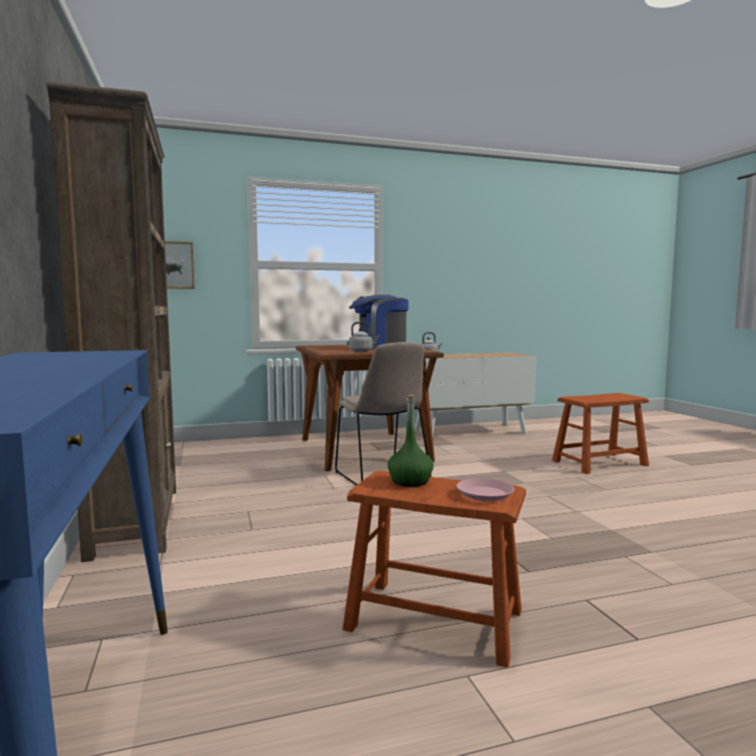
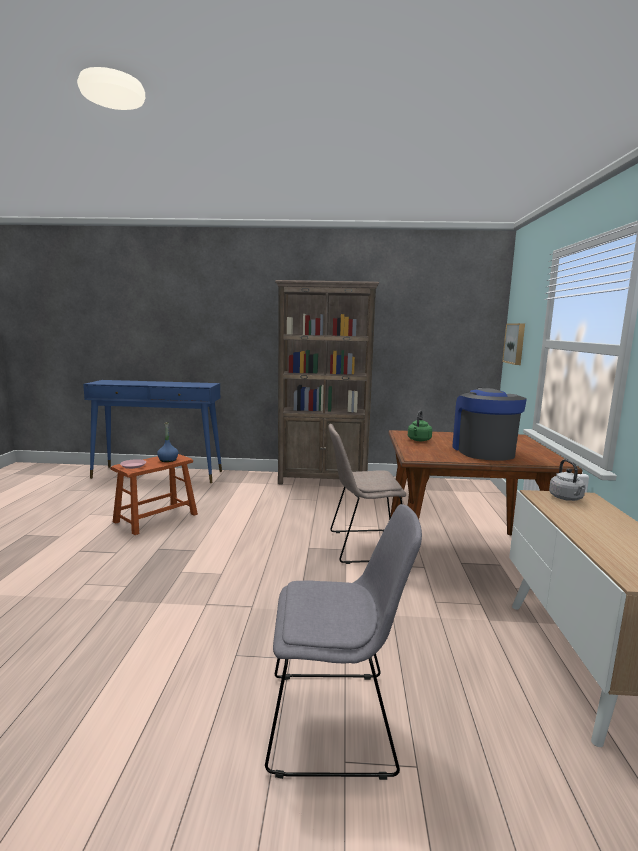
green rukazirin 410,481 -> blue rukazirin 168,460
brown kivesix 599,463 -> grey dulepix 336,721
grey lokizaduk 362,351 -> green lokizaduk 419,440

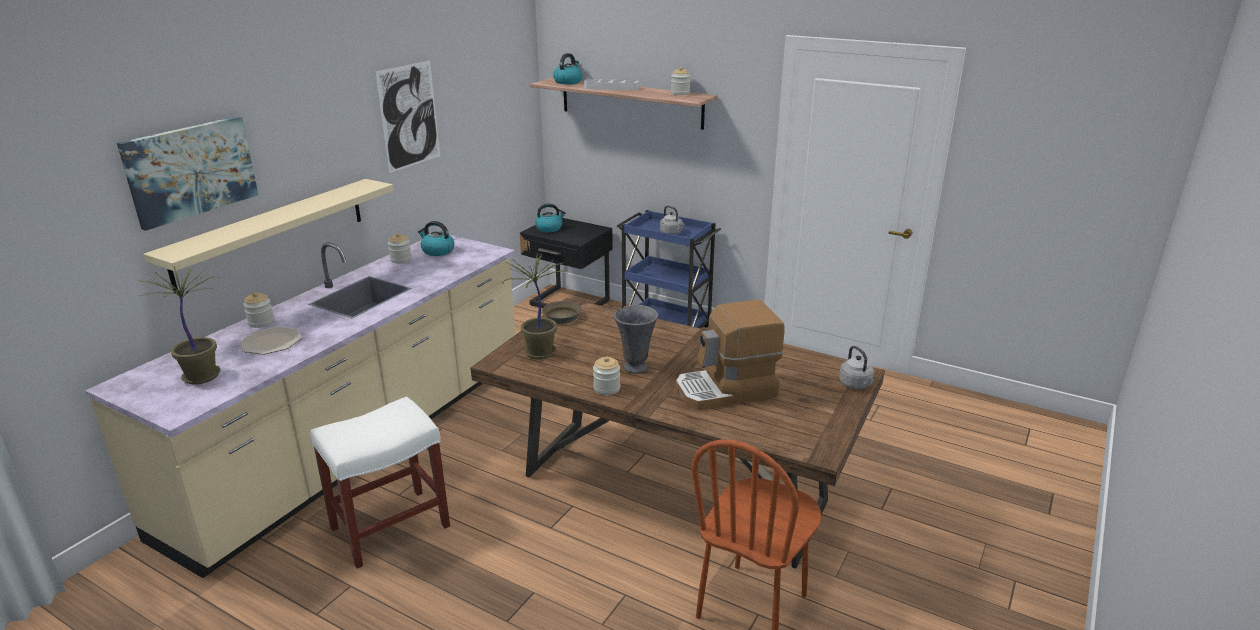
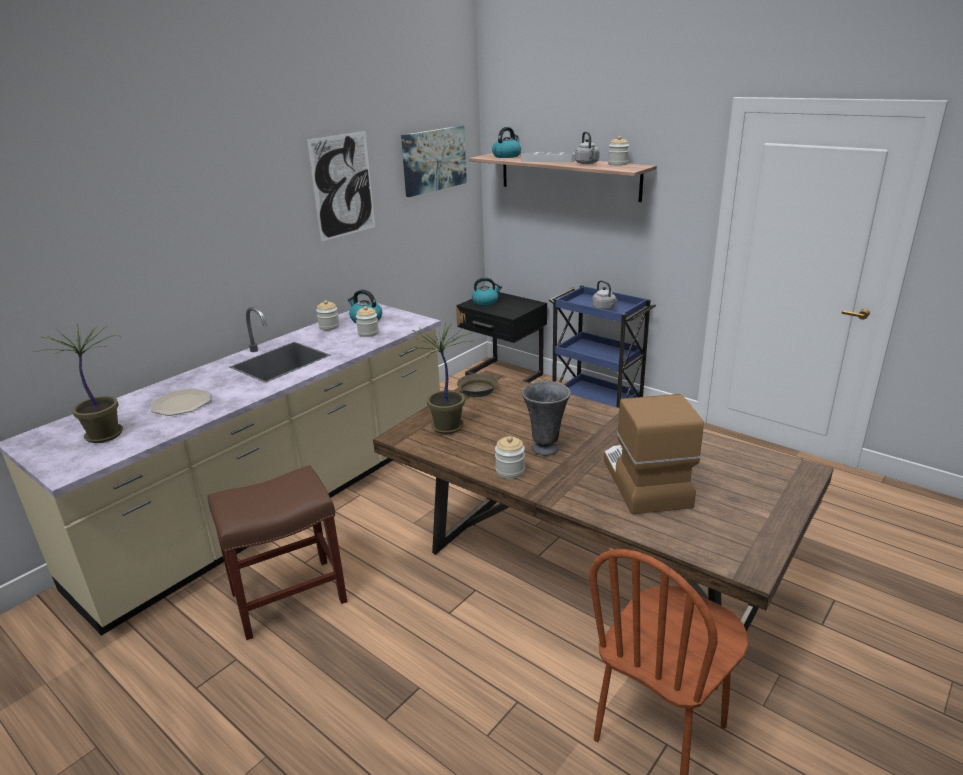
white kivesix 391,526 -> brown kivesix 290,596
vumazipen 261,322 -> vumazipen 368,333, shifted
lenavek 191,170 -> lenavek 433,160, shifted
grey lokizaduk 856,385 -> grey lokizaduk 587,163, shifted
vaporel 726,391 -> vaporel 643,482, 90 degrees clockwise
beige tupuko 272,232 -> none

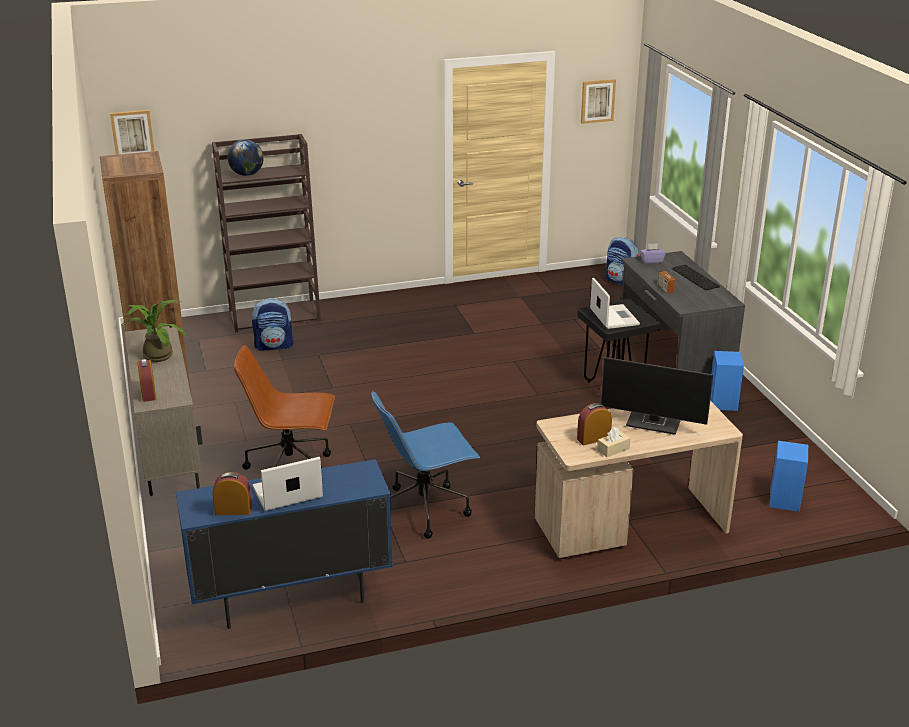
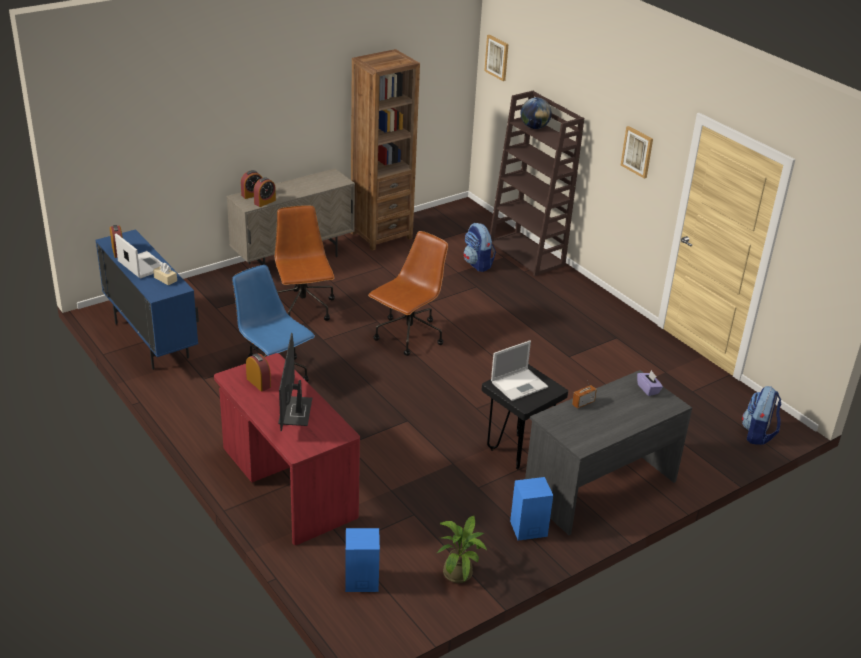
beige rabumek 613,449 -> beige rabumek 165,279, shifted
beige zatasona 630,525 -> red zatasona 286,484
none -> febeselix 265,202
none -> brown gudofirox 408,336
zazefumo 157,354 -> zazefumo 460,571, shifted
lenavek 597,101 -> lenavek 637,151, shifted
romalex 696,277 -> none

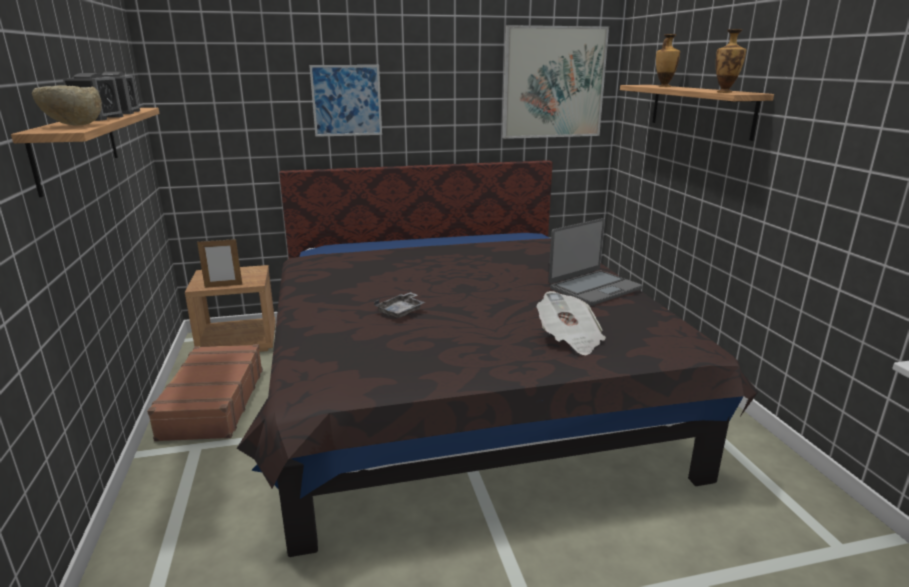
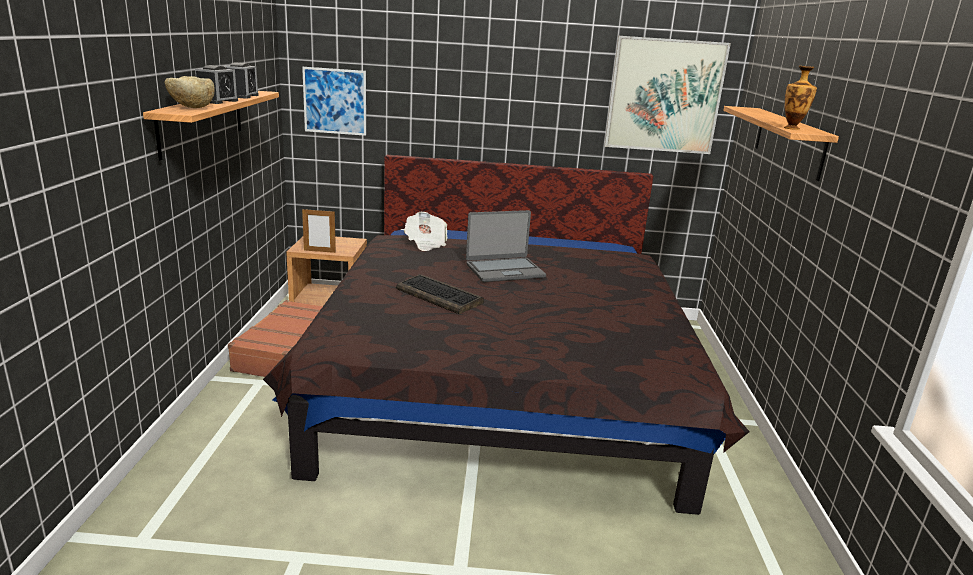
lenavek 346,100 -> lenavek 335,101, shifted
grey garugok 401,311 -> romalex 440,296
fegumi 569,339 -> fegumi 425,243, shifted
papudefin 594,288 -> papudefin 504,270, shifted
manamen 663,86 -> none

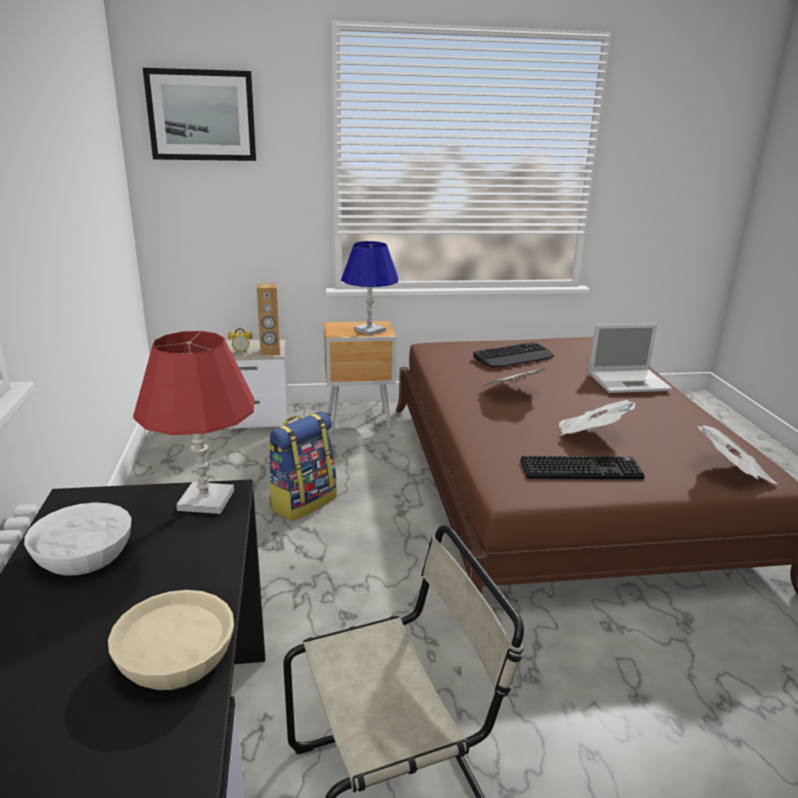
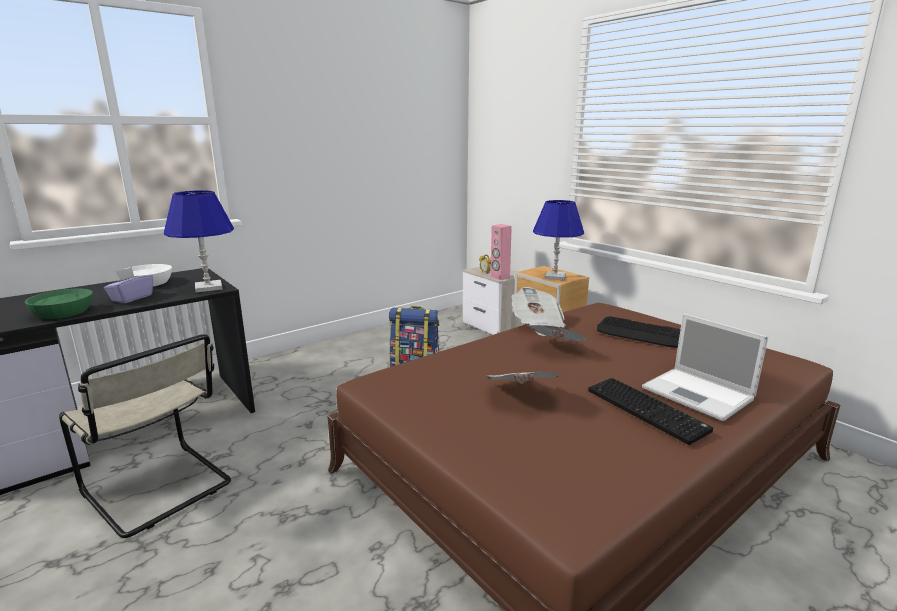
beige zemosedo 177,658 -> green zemosedo 63,313
none -> purple rabumek 131,298
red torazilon 205,500 -> blue torazilon 208,287
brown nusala 270,352 -> pink nusala 499,277
fegumi 732,472 -> fegumi 537,325, shifted
romalex 581,469 -> romalex 648,410, shifted
lenavek 201,115 -> none

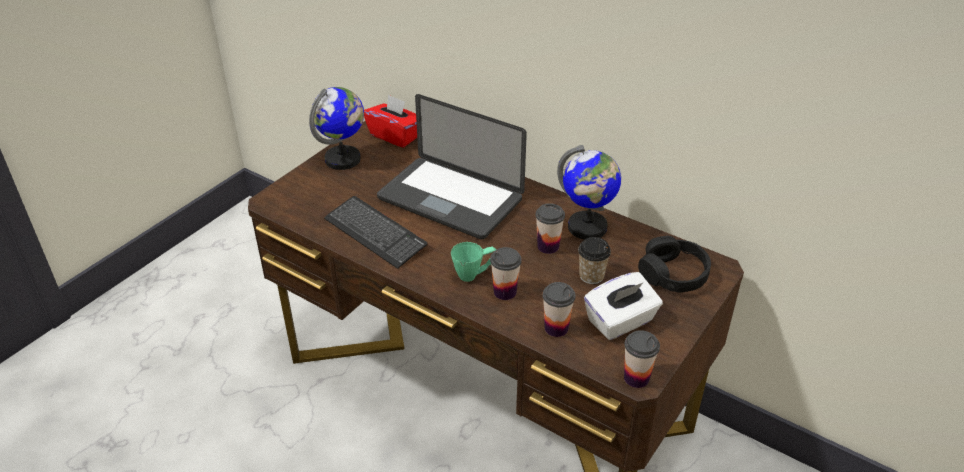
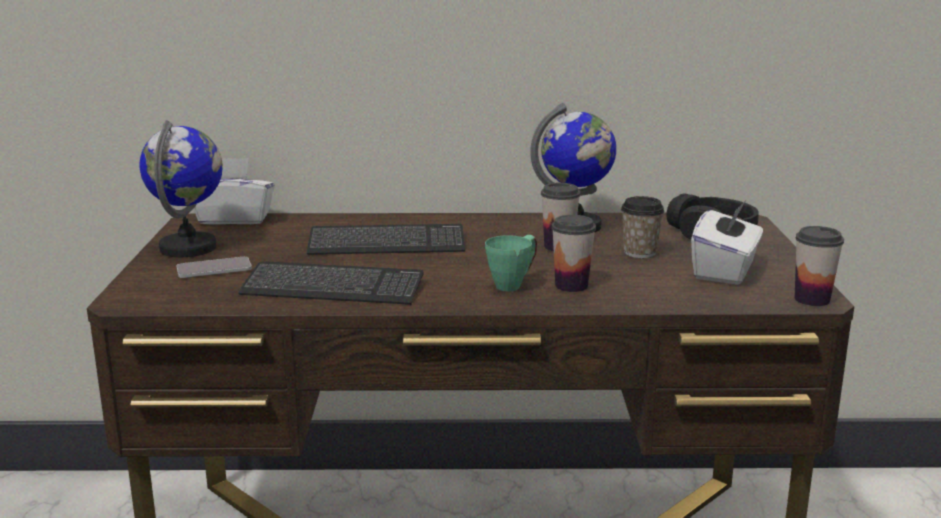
none -> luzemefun 214,269
red rabumek 395,136 -> white rabumek 234,219
papudefin 450,199 -> romalex 386,244
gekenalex 556,328 -> none

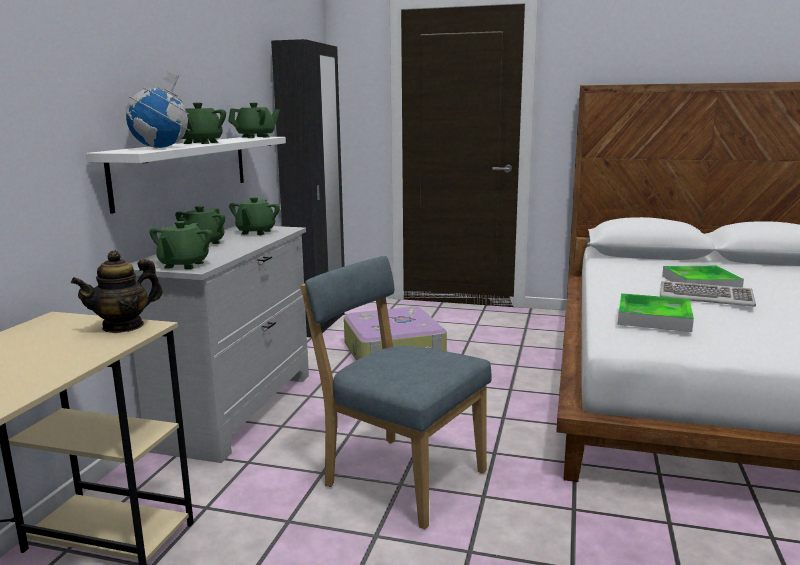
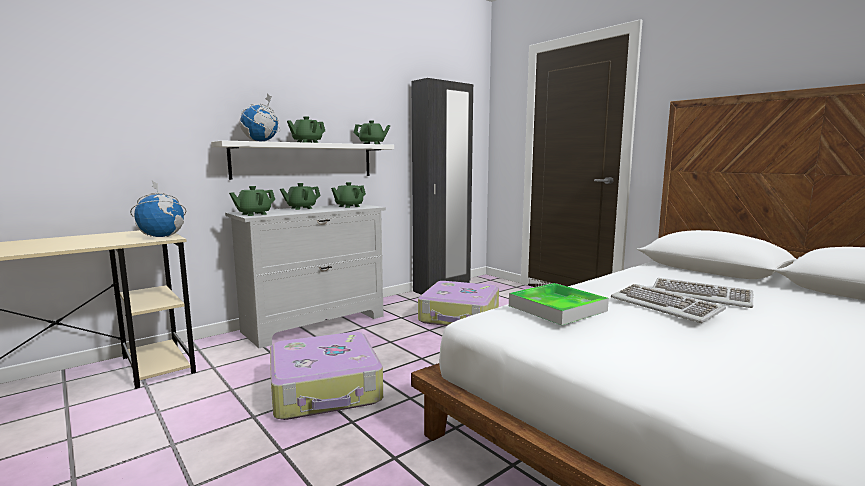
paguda 123,326 -> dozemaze 162,236
blue dulepix 399,477 -> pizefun 326,389
garugok 700,282 -> romalex 700,296

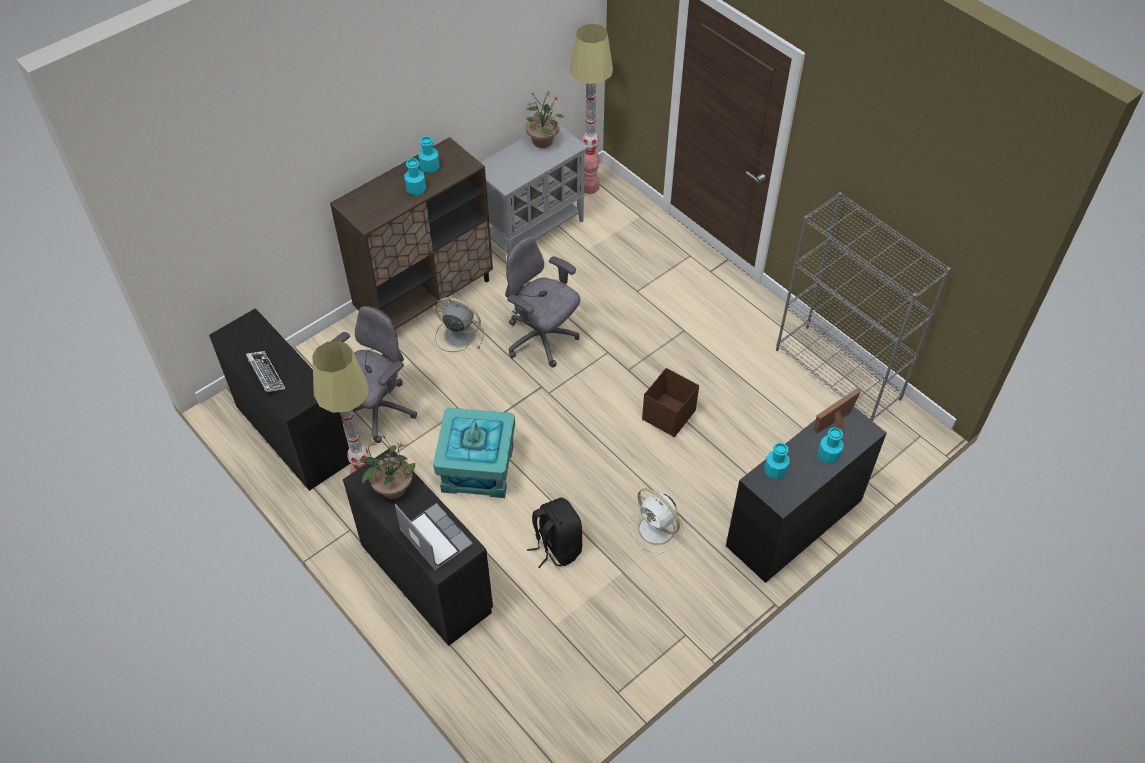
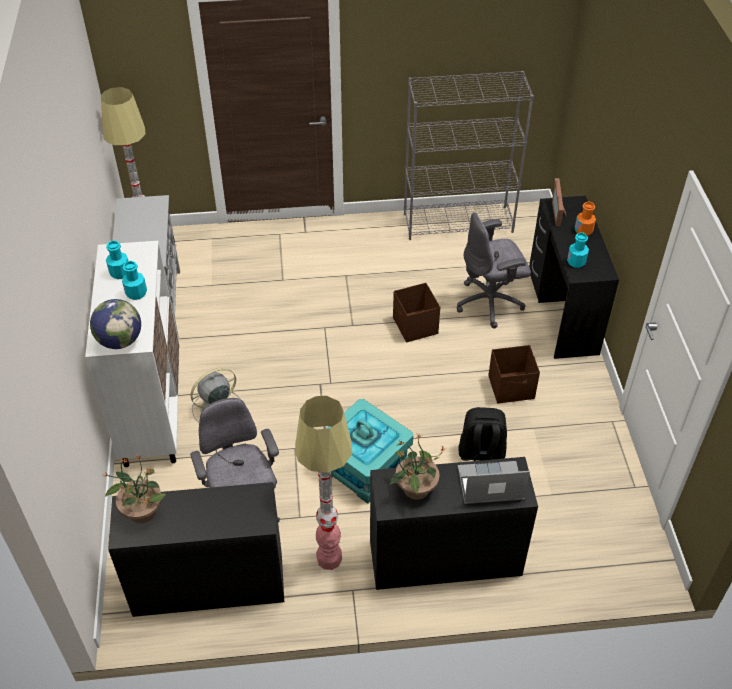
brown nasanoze 426,298 -> white nasanoze 152,410
none -> dozemaze 120,341
zazefumo 543,140 -> zazefumo 142,511, shifted
grey gudofirox 542,340 -> grey gudofirox 490,303, shifted
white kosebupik 657,530 -> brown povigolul 512,388
turquoise rukazirin 828,456 -> orange rukazirin 583,231
romalex 266,374 -> none

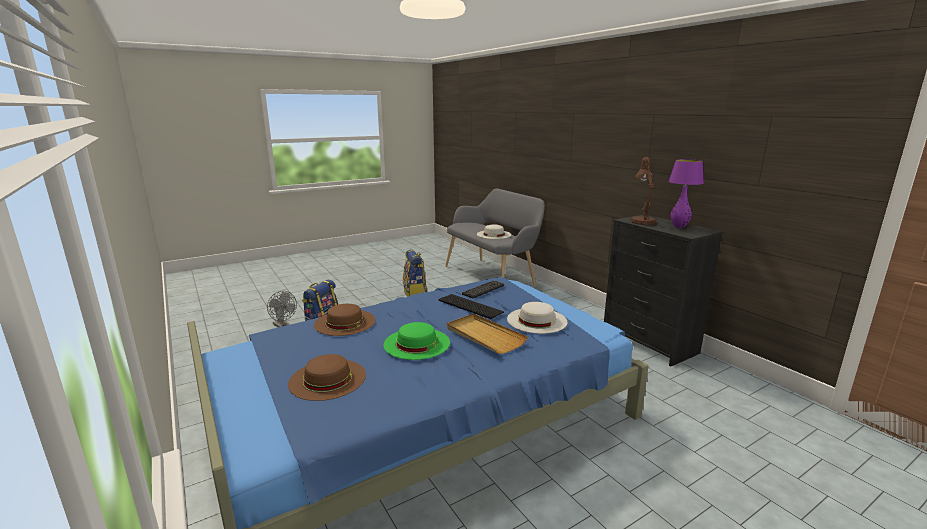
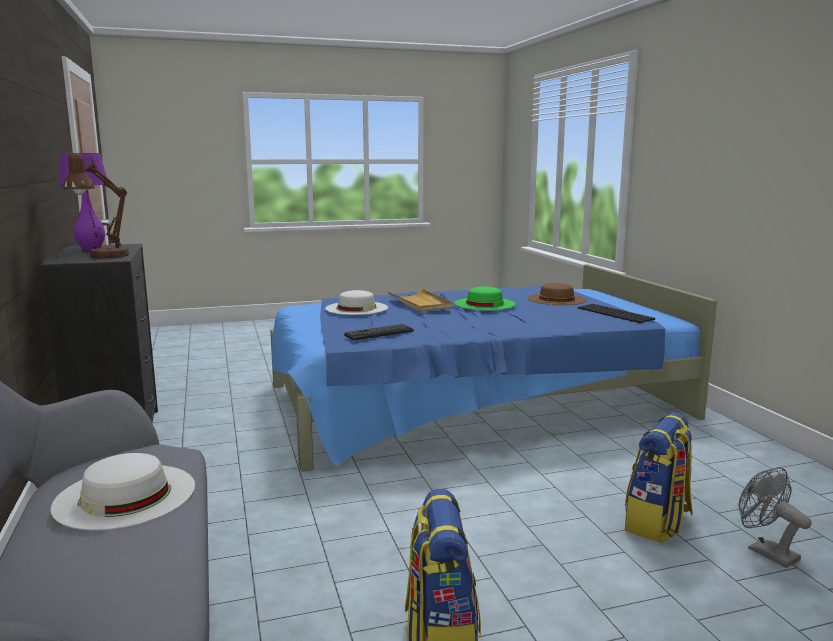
romalex 468,306 -> romalex 616,313, shifted
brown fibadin 345,322 -> none

